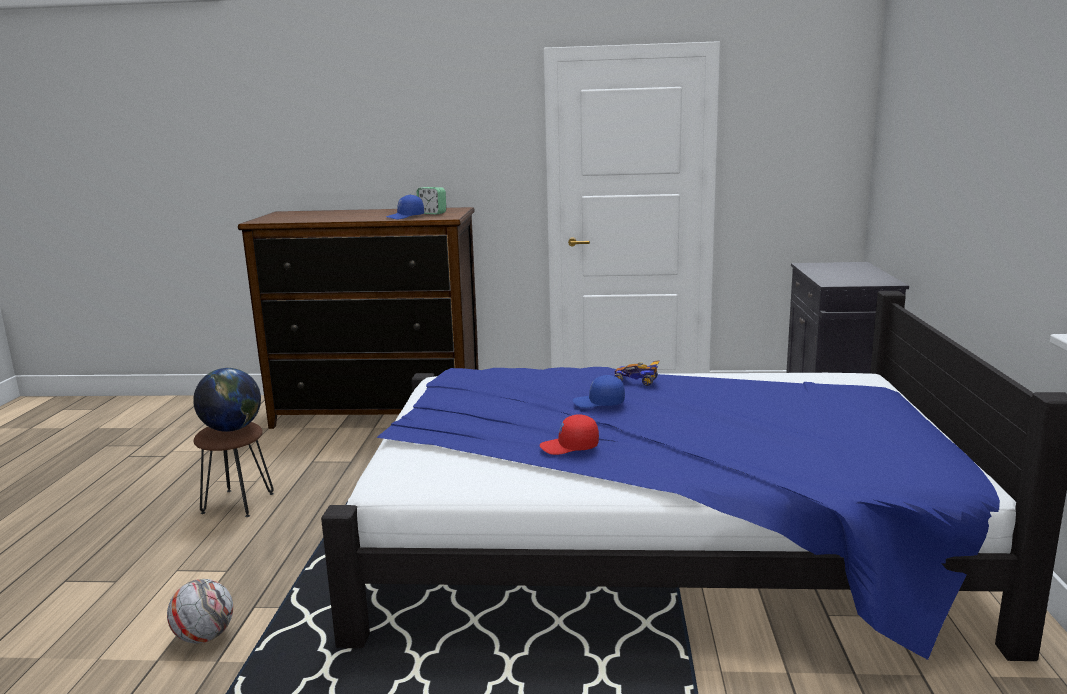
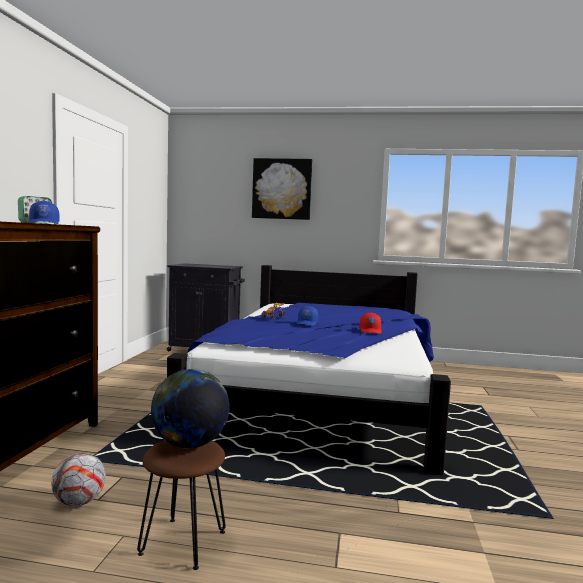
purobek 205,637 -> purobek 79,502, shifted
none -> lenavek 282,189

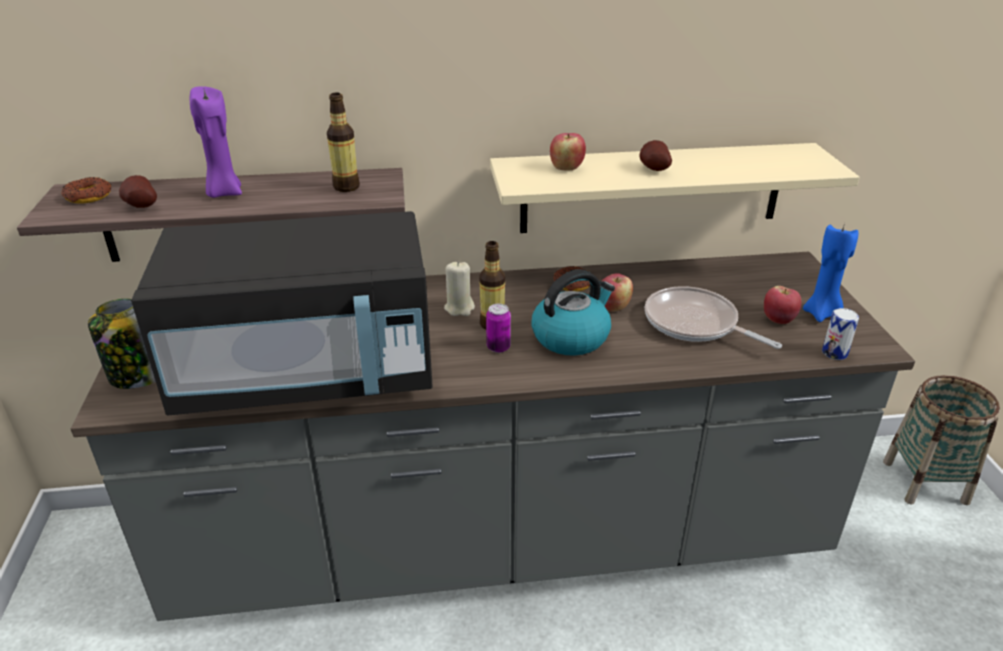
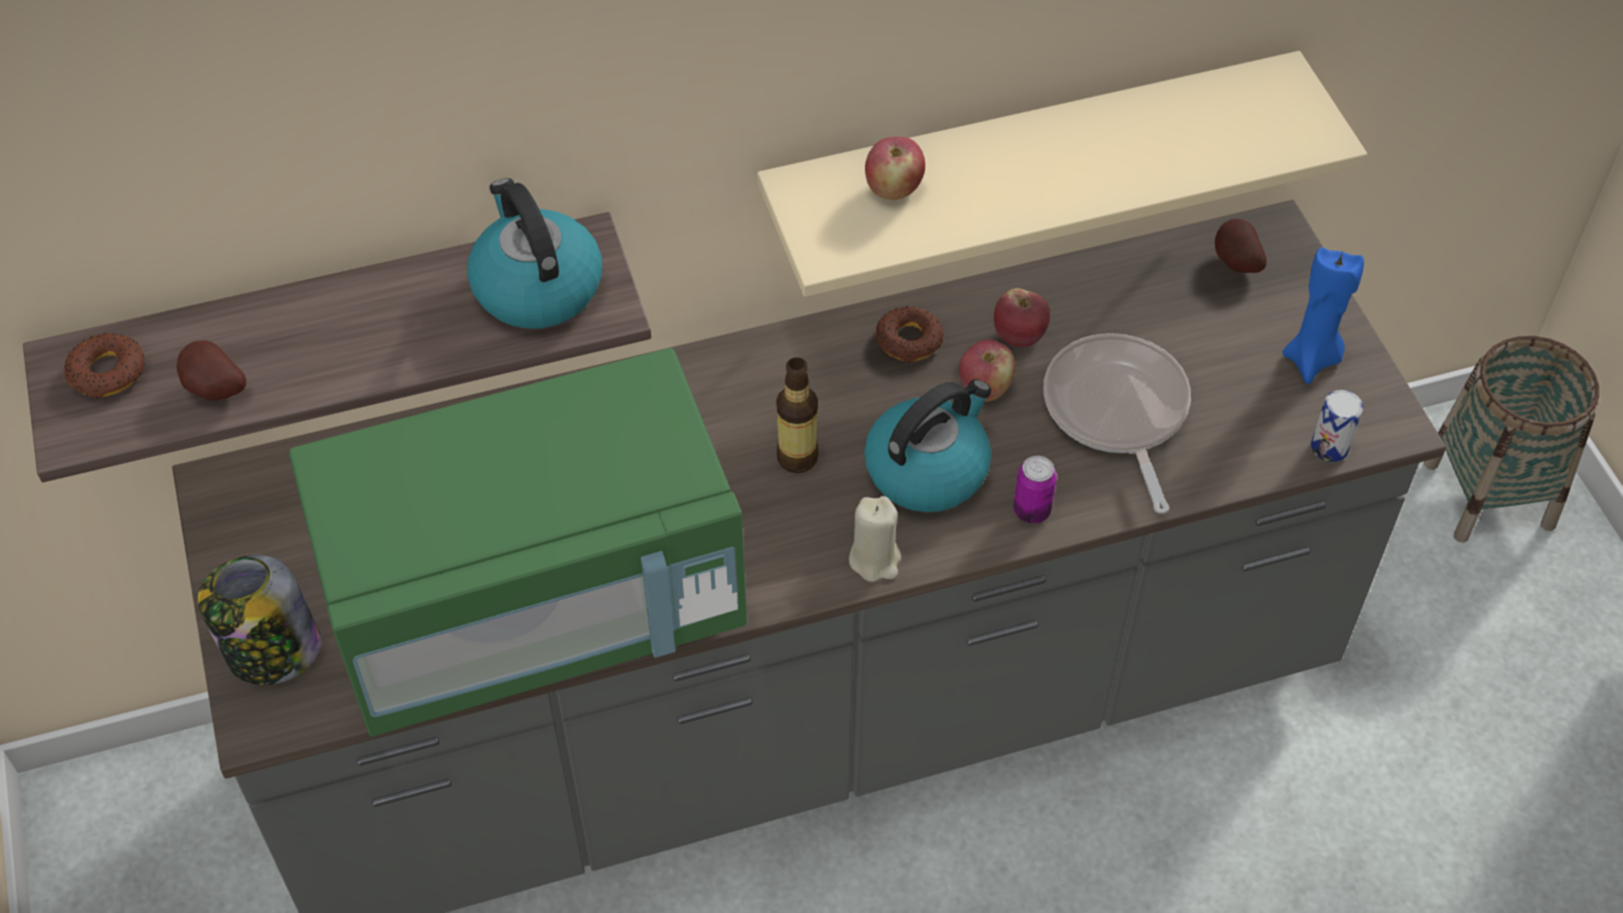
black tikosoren 308,373 -> green tikosoren 539,608
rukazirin 346,187 -> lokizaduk 536,286
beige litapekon 459,308 -> beige litapekon 875,559, shifted
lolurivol 778,320 -> lolurivol 1019,336, shifted
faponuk 498,347 -> faponuk 1031,511, shifted
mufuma 695,324 -> mufuma 1117,412, 45 degrees clockwise
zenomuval 652,169 -> zenomuval 1234,262, shifted
purple litapekon 224,193 -> none

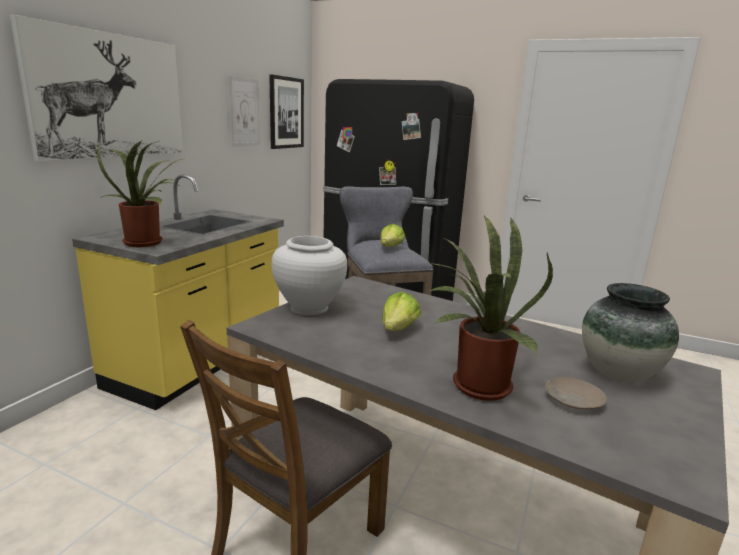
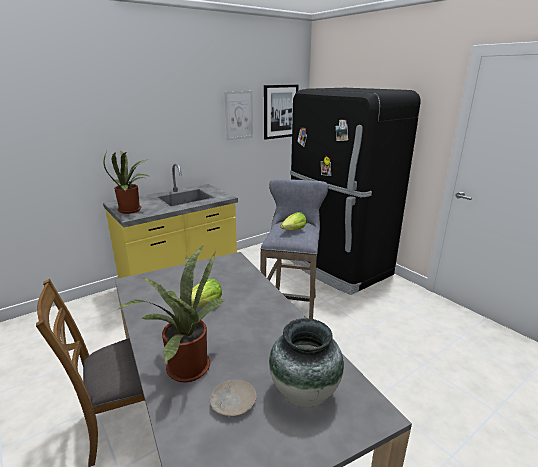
lenavek 110,96 -> none
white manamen 309,308 -> none

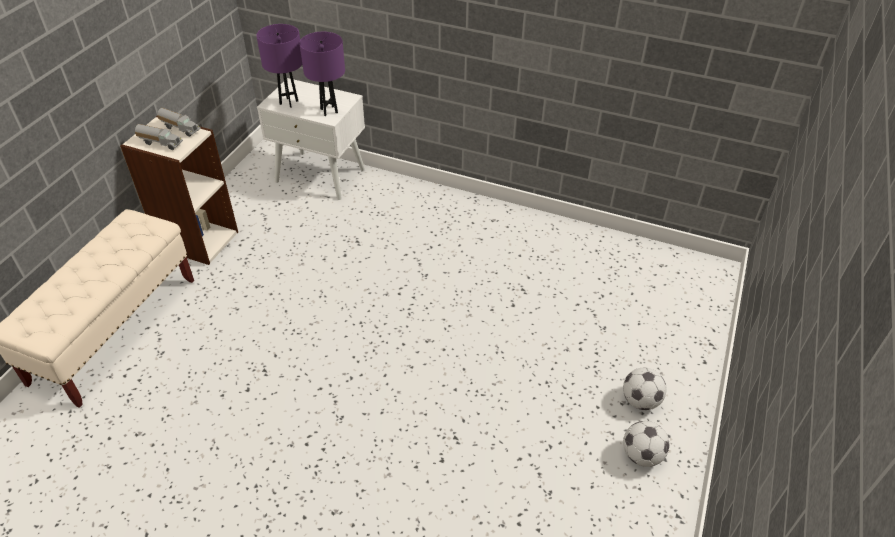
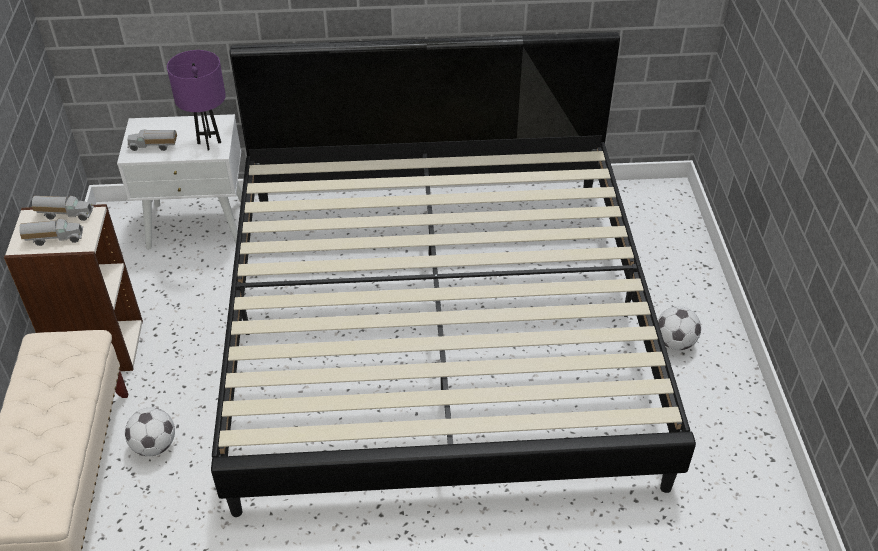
purobek 641,455 -> purobek 154,446, shifted
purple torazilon 289,102 -> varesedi 153,147
none -> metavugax 439,326

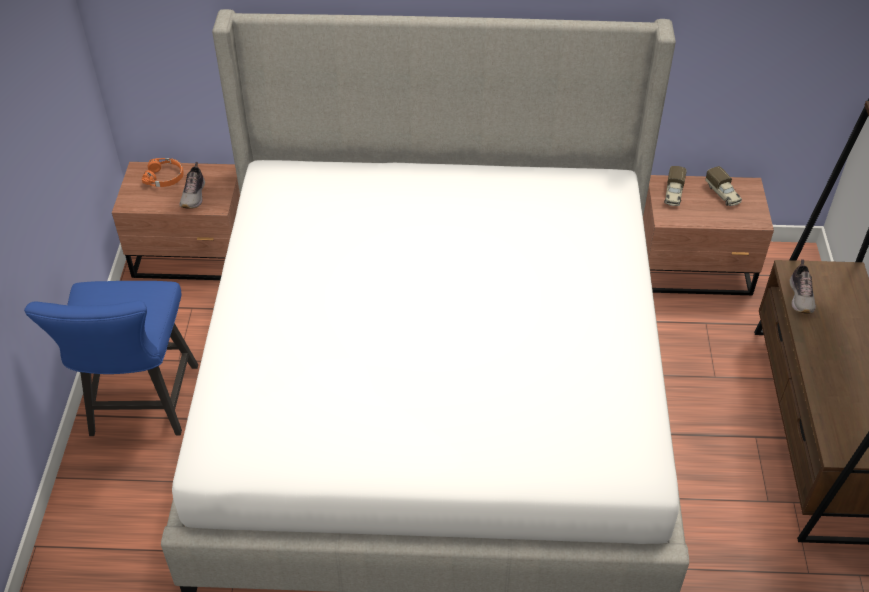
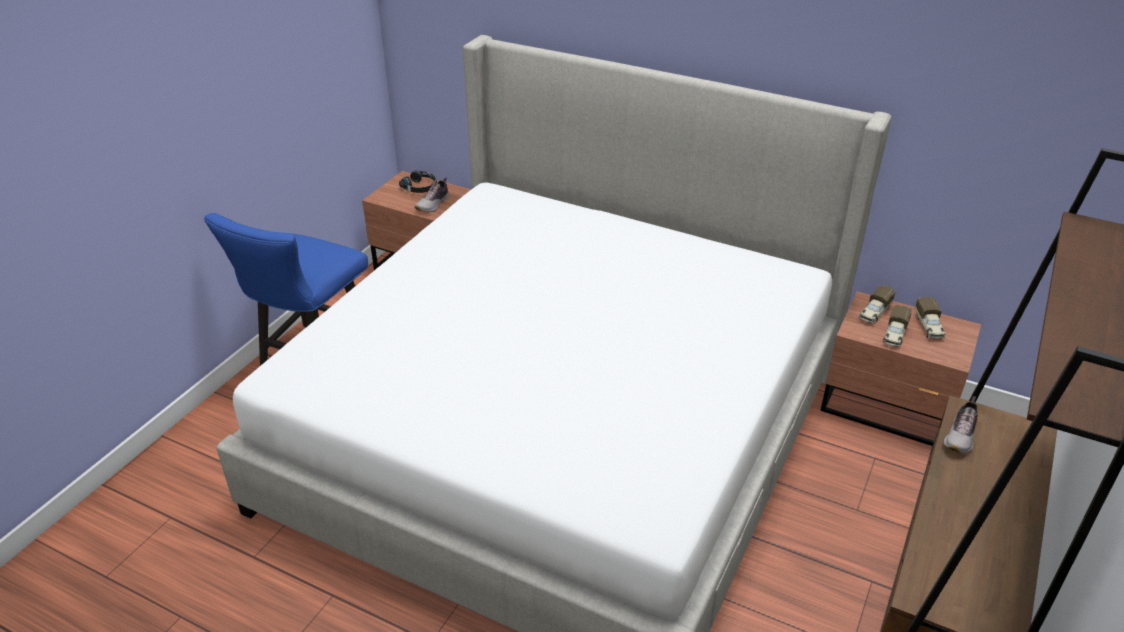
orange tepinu 165,177 -> black tepinu 420,187
none -> varesedi 894,335

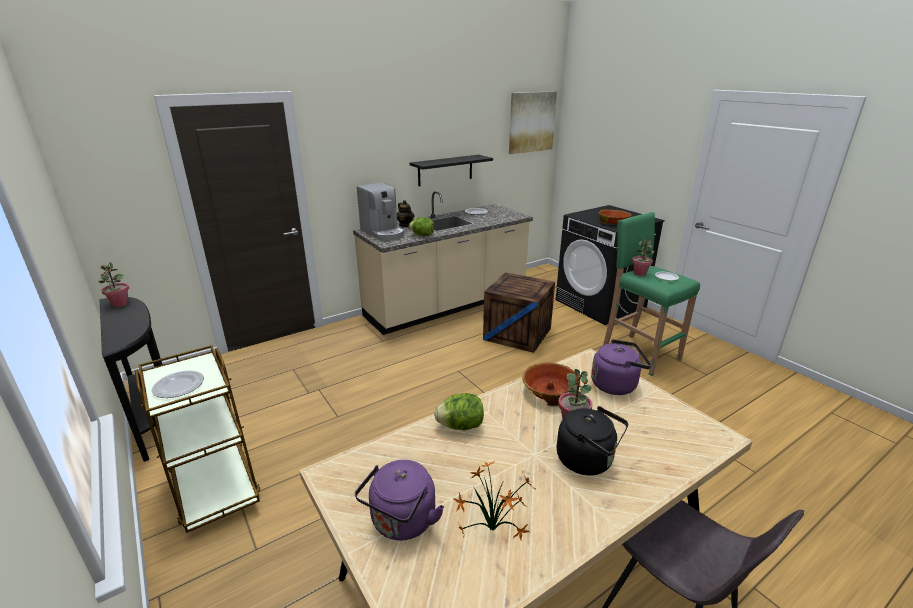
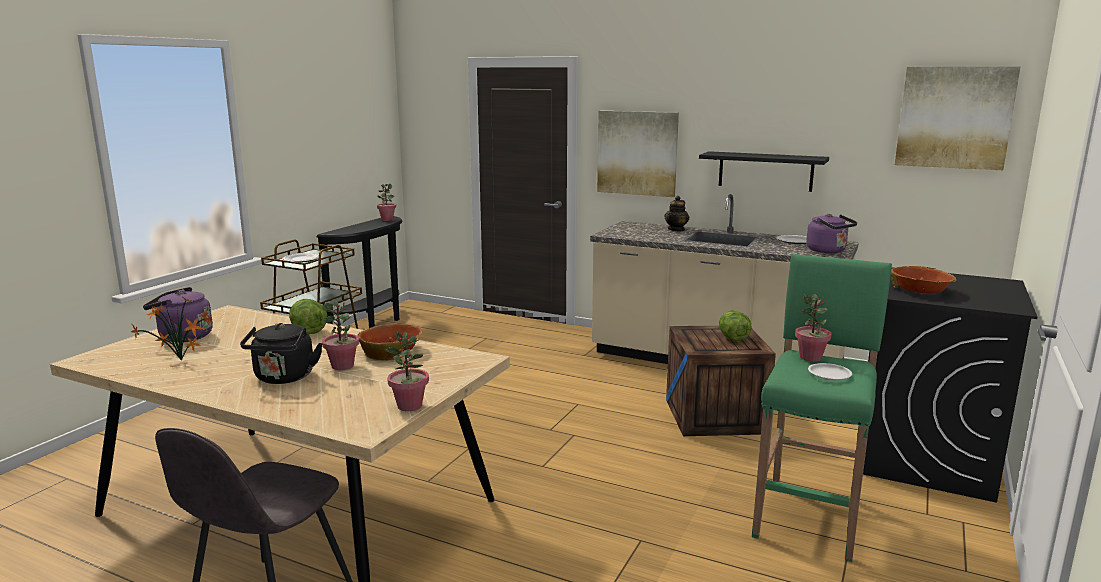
none -> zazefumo 409,406
none -> lenavek 637,153
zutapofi 422,235 -> zutapofi 733,338, shifted
purple lokizaduk 616,384 -> purple lokizaduk 828,251, shifted
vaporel 383,233 -> none

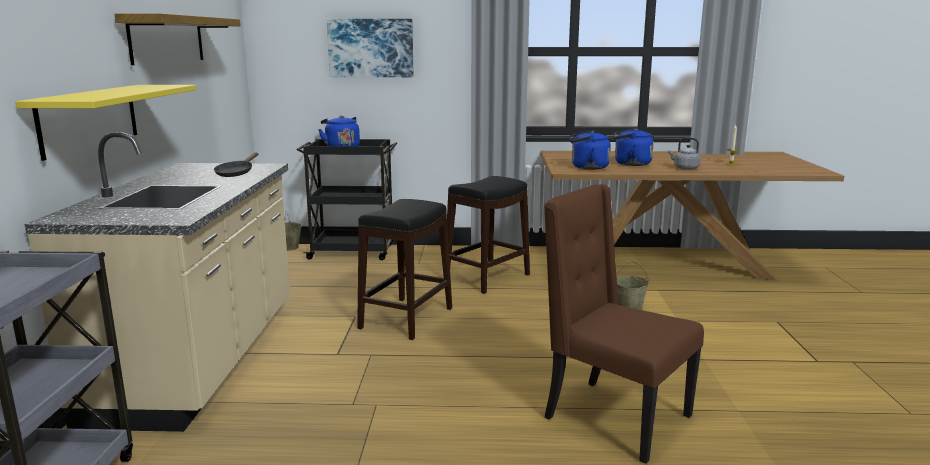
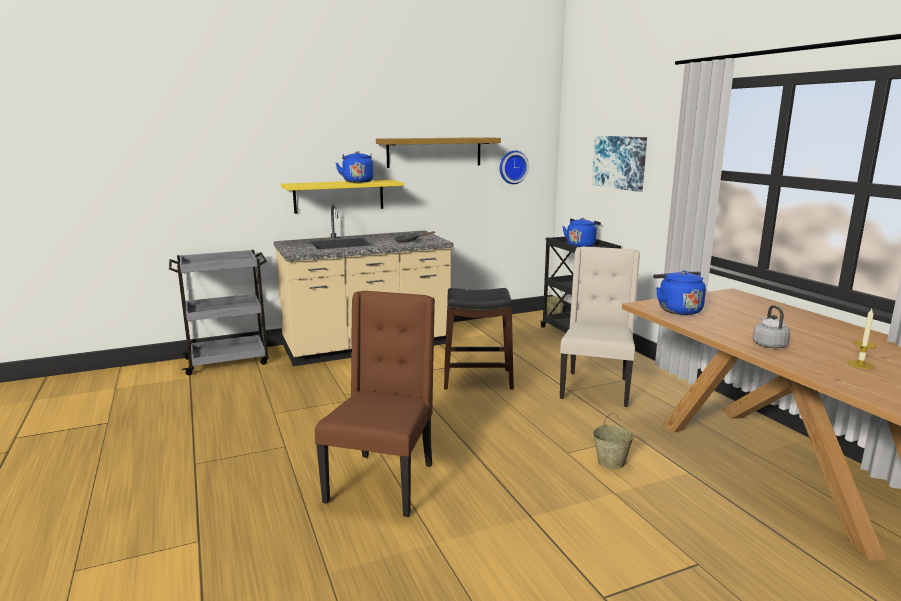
blue lokizaduk 630,164 -> blue lokizaduk 358,181, shifted
none -> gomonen 512,167
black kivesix 486,277 -> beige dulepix 595,388

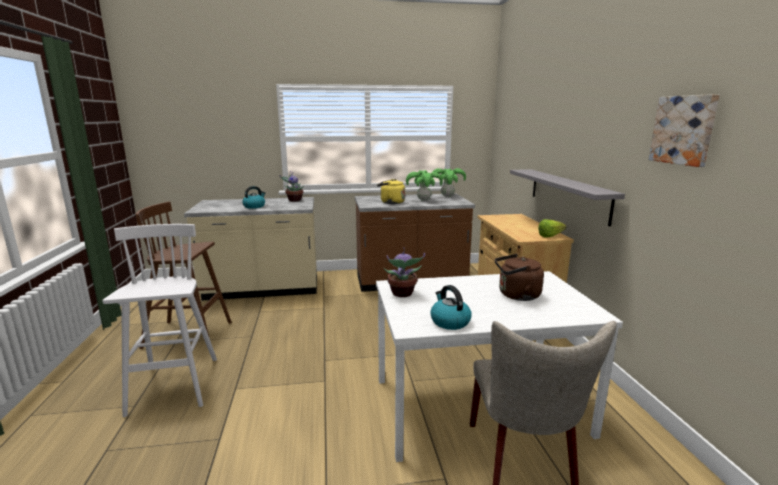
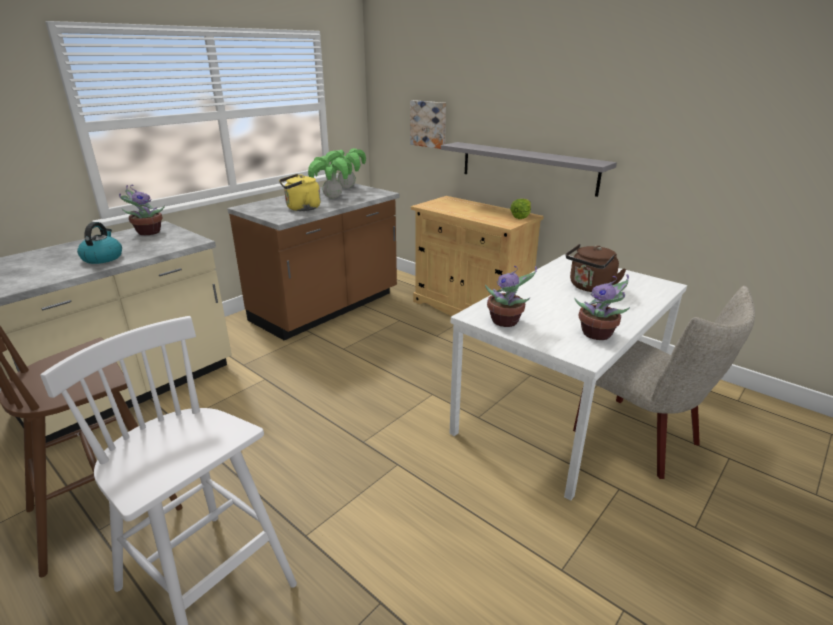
lenavek 684,130 -> lenavek 429,124, shifted
lokizaduk 449,322 -> zazefumo 598,334

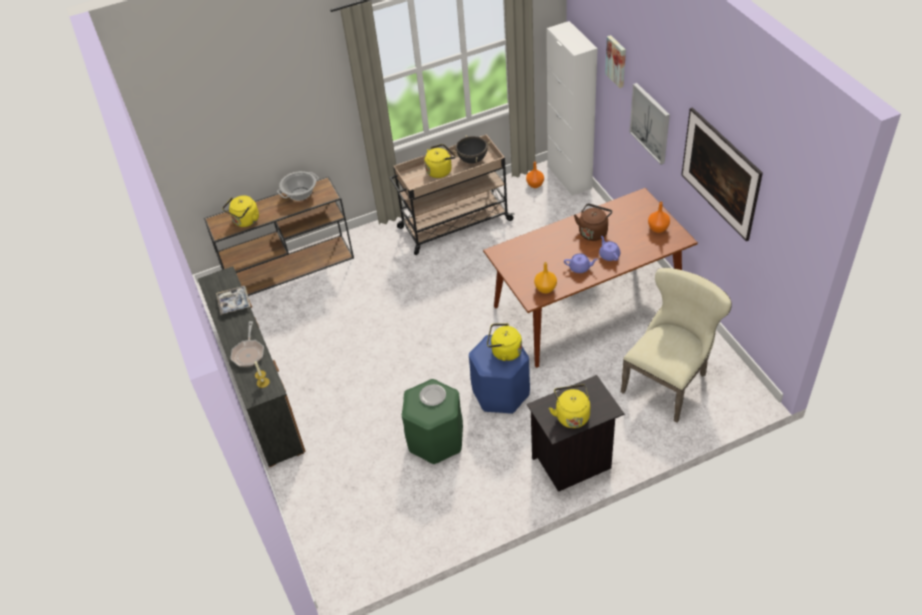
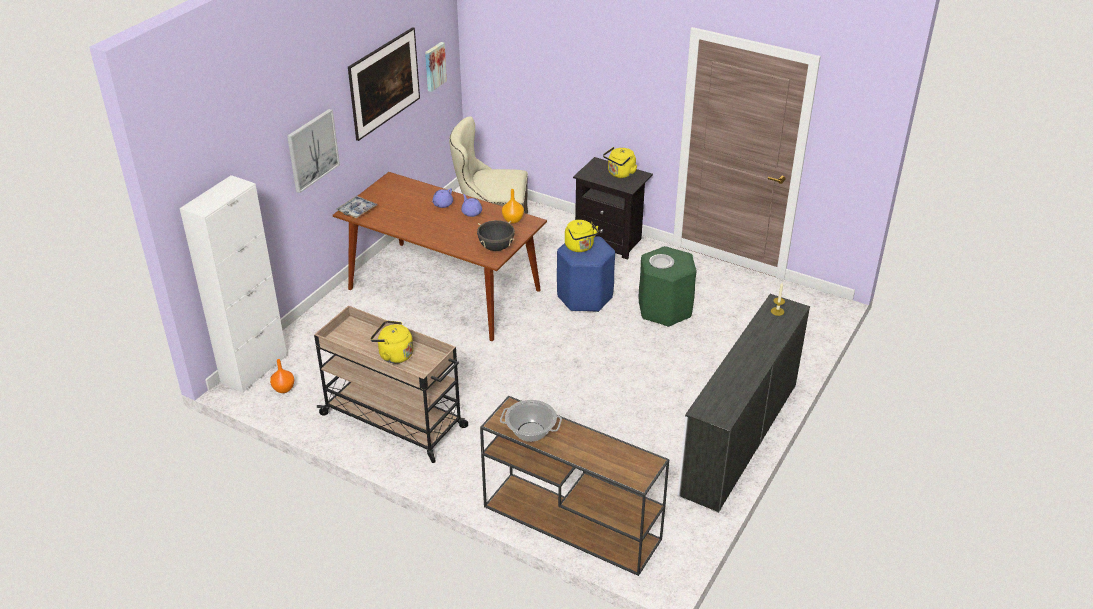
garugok 234,303 -> garugok 357,210, shifted
lenavek 617,61 -> lenavek 434,66, shifted
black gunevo 472,160 -> black gunevo 496,247, shifted
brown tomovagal 261,392 -> white tomovagal 738,438
yellow lokizaduk 245,221 -> none
mufuma 248,353 -> none
brown lokizaduk 593,231 -> none
orange manamen 657,229 -> none

